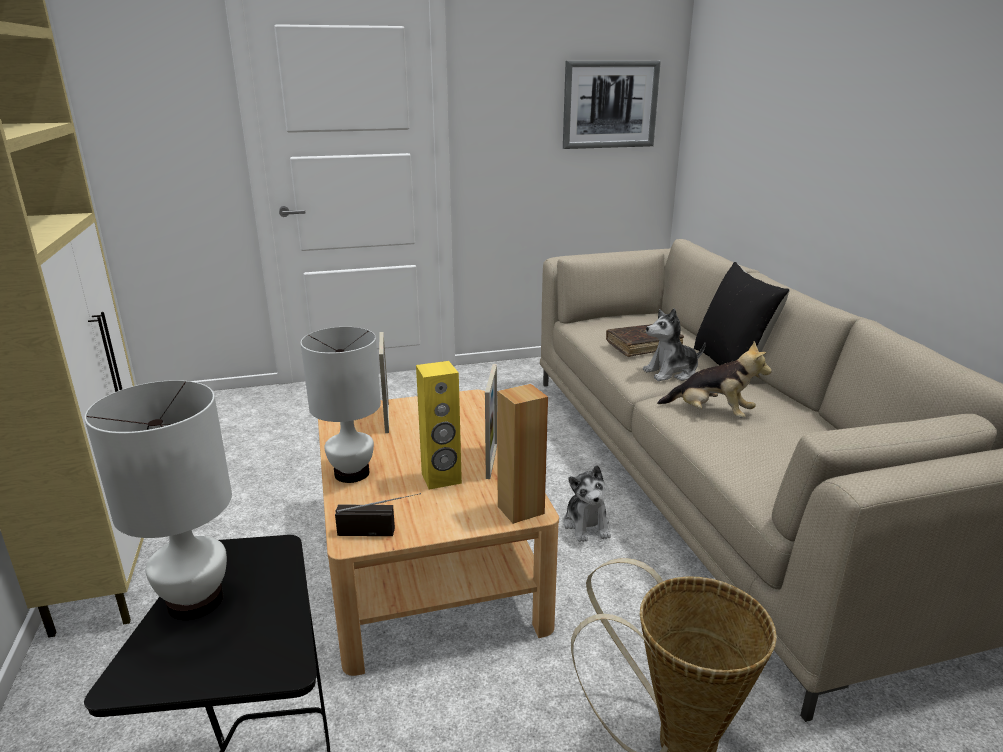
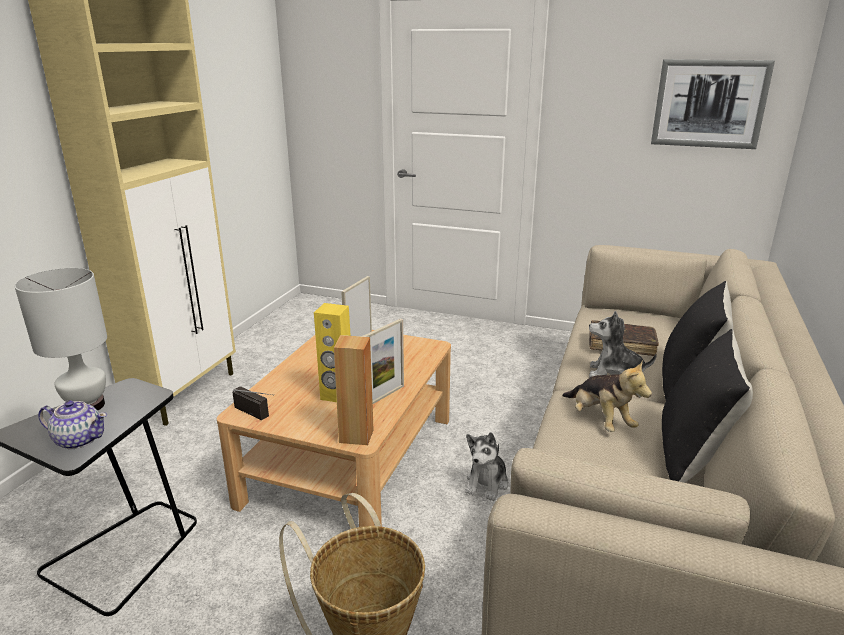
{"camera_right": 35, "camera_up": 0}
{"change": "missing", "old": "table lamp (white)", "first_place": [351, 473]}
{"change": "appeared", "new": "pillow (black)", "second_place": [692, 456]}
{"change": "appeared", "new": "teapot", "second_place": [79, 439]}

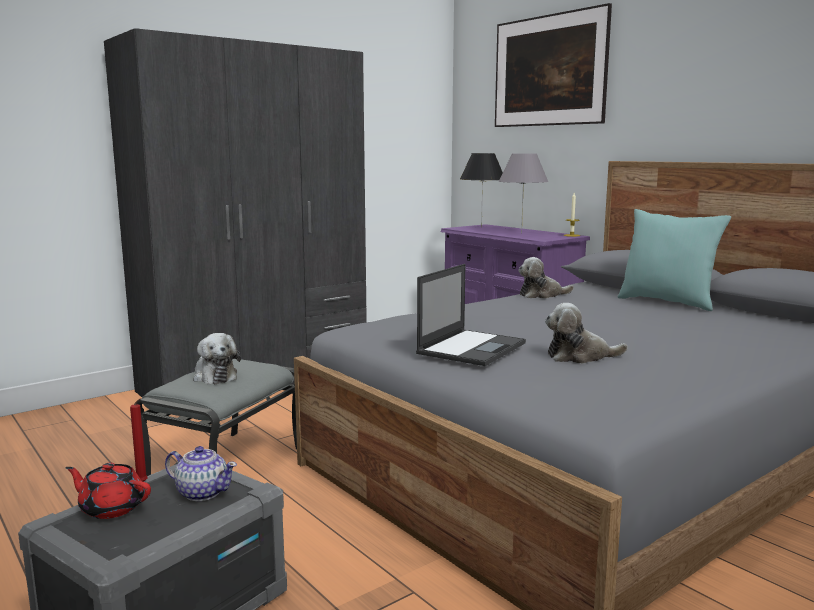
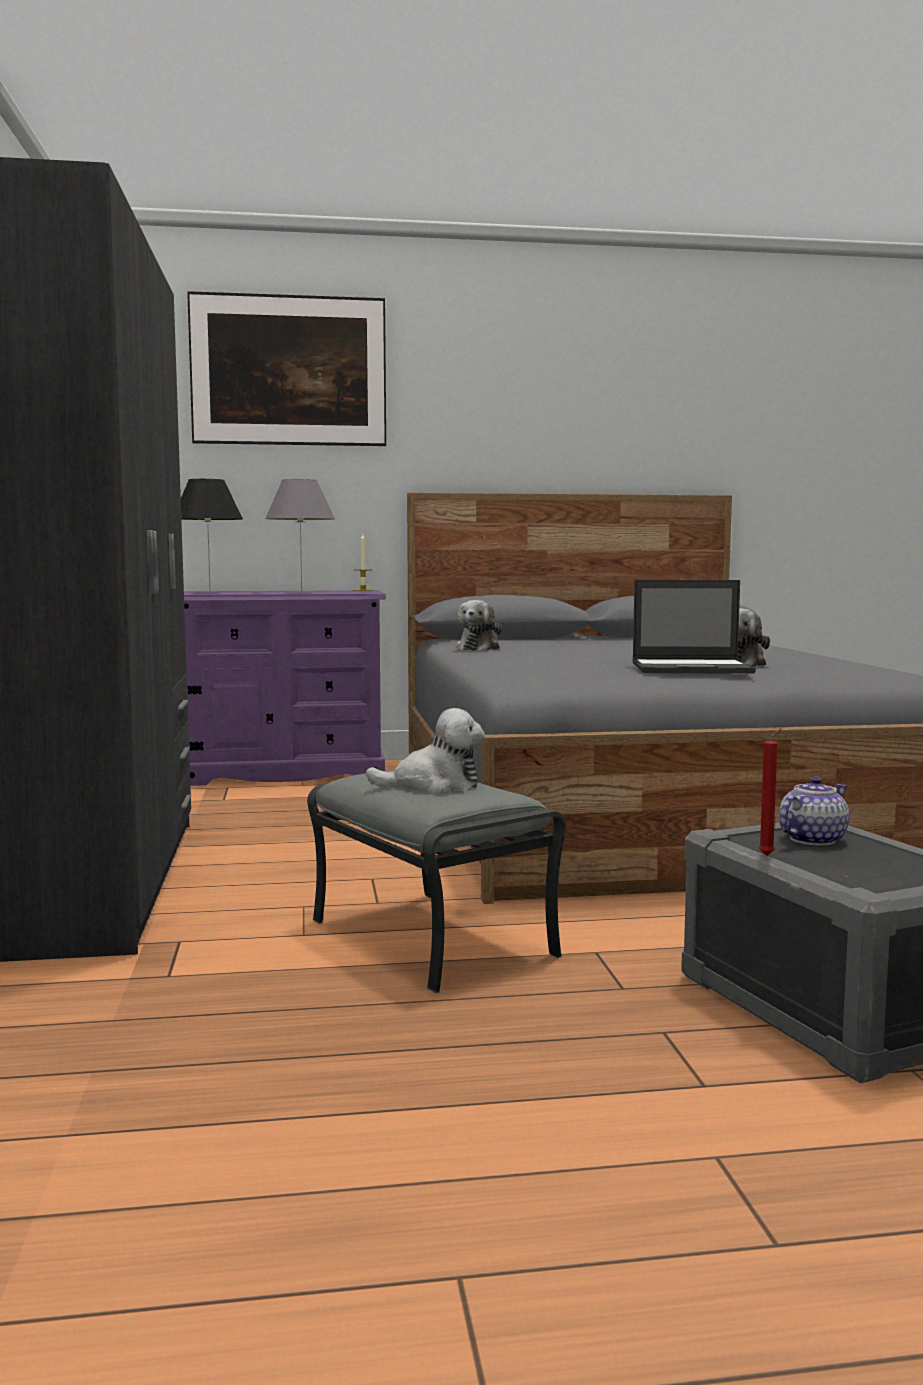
{"camera_right": -60, "camera_up": -5}
{"change": "missing", "old": "pillow (turquoise)", "first_place": [667, 302]}
{"change": "spun", "old": "laptop", "first_place": [472, 348], "second_place": [693, 668], "degrees": 120}
{"change": "missing", "old": "teapot (red)", "first_place": [111, 508]}

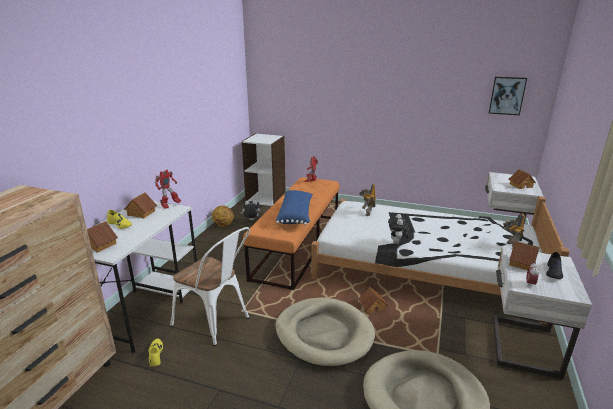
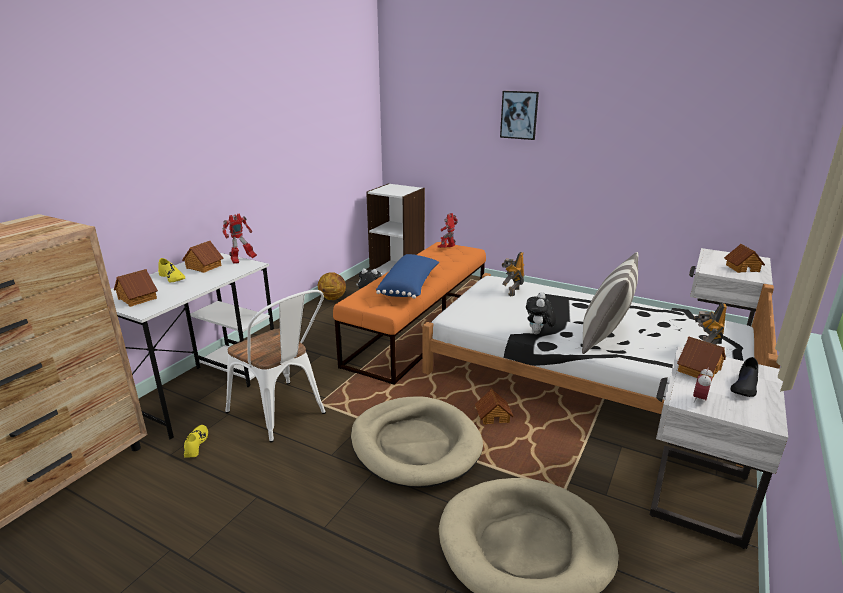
{"camera_right": 10, "camera_up": 0}
{"change": "relocated", "old": "picture", "first_place": [507, 95], "second_place": [519, 115]}
{"change": "appeared", "new": "pillow", "second_place": [604, 337]}

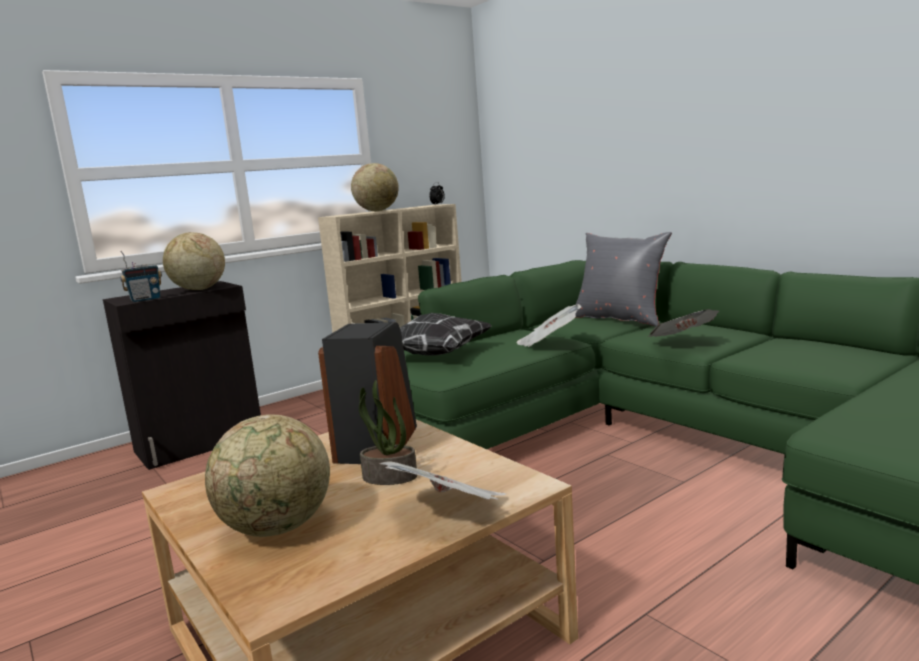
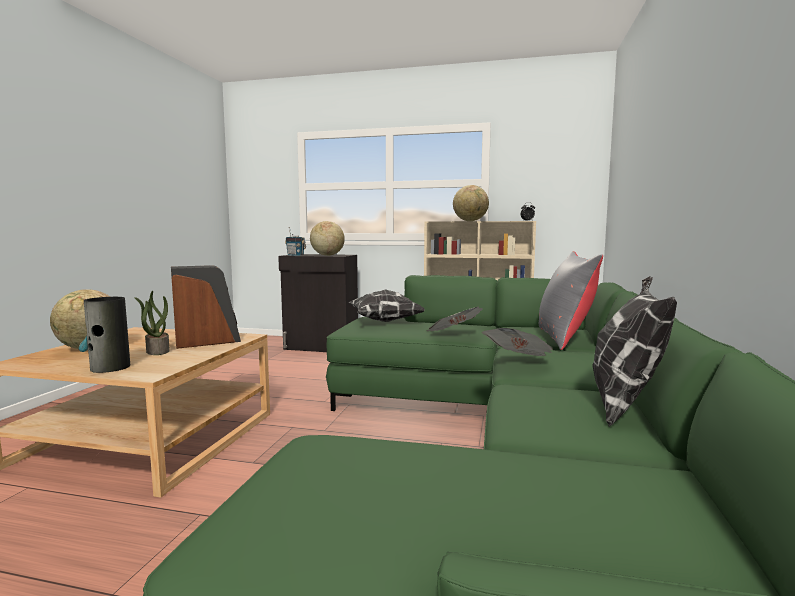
{"camera_right": 50, "camera_up": -5}
{"change": "exchanged", "old": "newspaper", "new": "vase", "first_place": [449, 511], "second_place": [110, 367]}
{"change": "appeared", "new": "pillow", "second_place": [625, 405]}

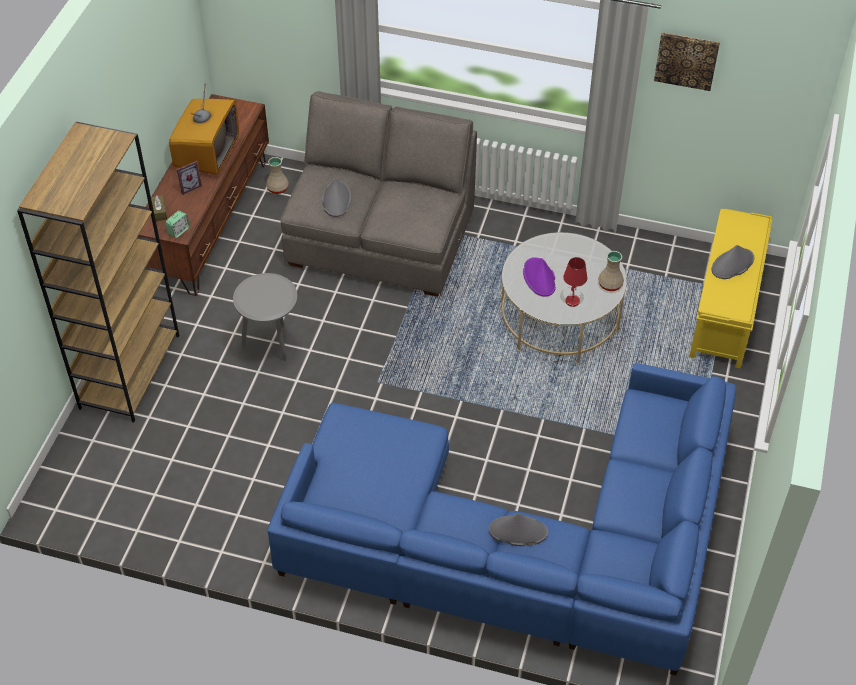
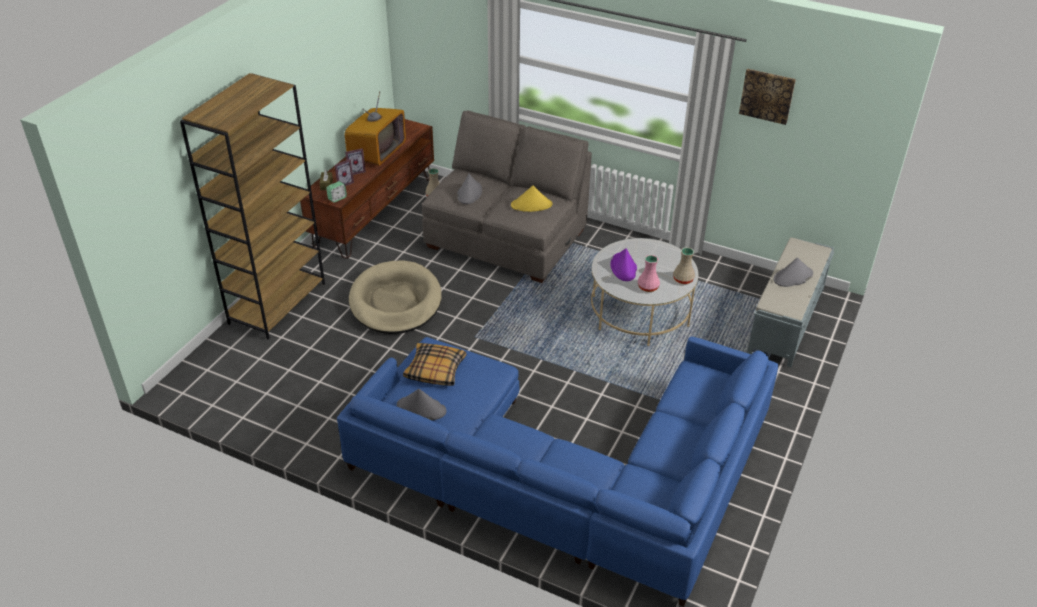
{"camera_right": 10, "camera_up": -10}
{"change": "colour", "old": "bench (yellow)", "new": "bench (grey)", "first_place": [725, 309], "second_place": [786, 322]}
{"change": "exchanged", "old": "table lamp (red)", "new": "vase (pink)", "first_place": [572, 301], "second_place": [647, 287]}
{"change": "exchanged", "old": "side table (grey)", "new": "dog bed (beige)", "first_place": [272, 348], "second_place": [395, 302]}
{"change": "relocated", "old": "hat (grey)", "first_place": [518, 531], "second_place": [421, 409]}
{"change": "appeared", "new": "picture frame", "second_place": [343, 183]}
{"change": "appeared", "new": "hat (yellow)", "second_place": [531, 205]}
{"change": "appeared", "new": "pillow", "second_place": [435, 370]}

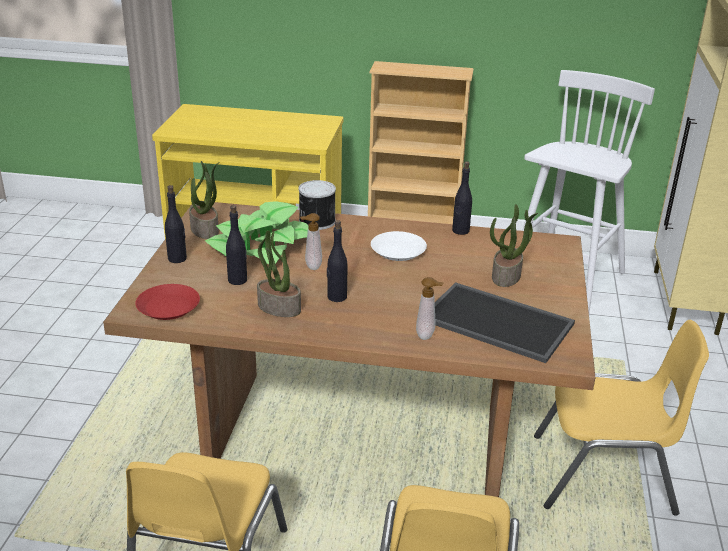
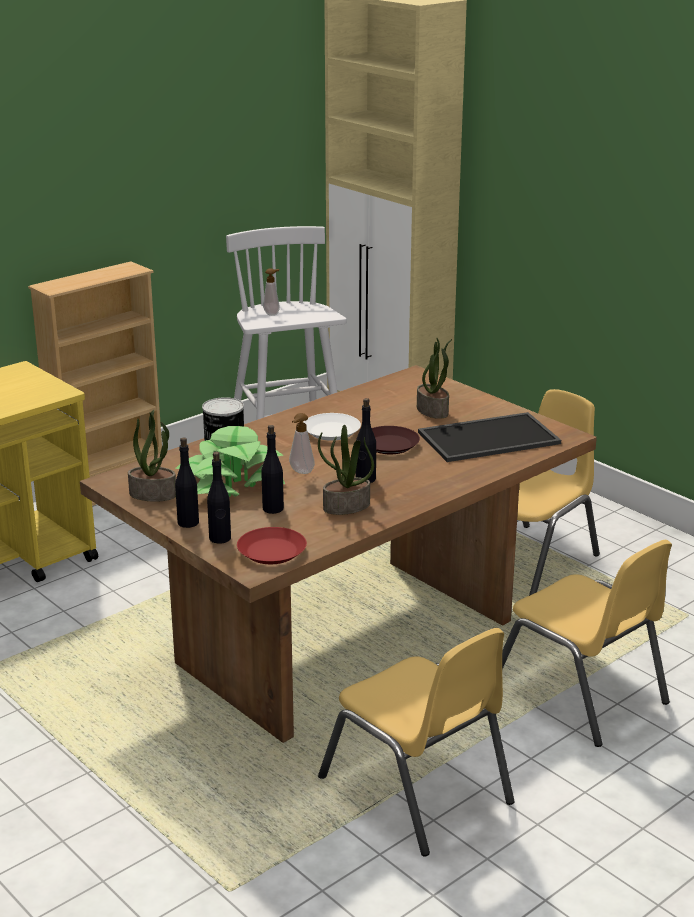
{"camera_right": -50, "camera_up": -5}
{"change": "relocated", "old": "bottle (black)", "first_place": [460, 231], "second_place": [220, 538]}
{"change": "relocated", "old": "soap dispenser", "first_place": [427, 335], "second_place": [272, 314]}
{"change": "appeared", "new": "plate (brown)", "second_place": [390, 445]}

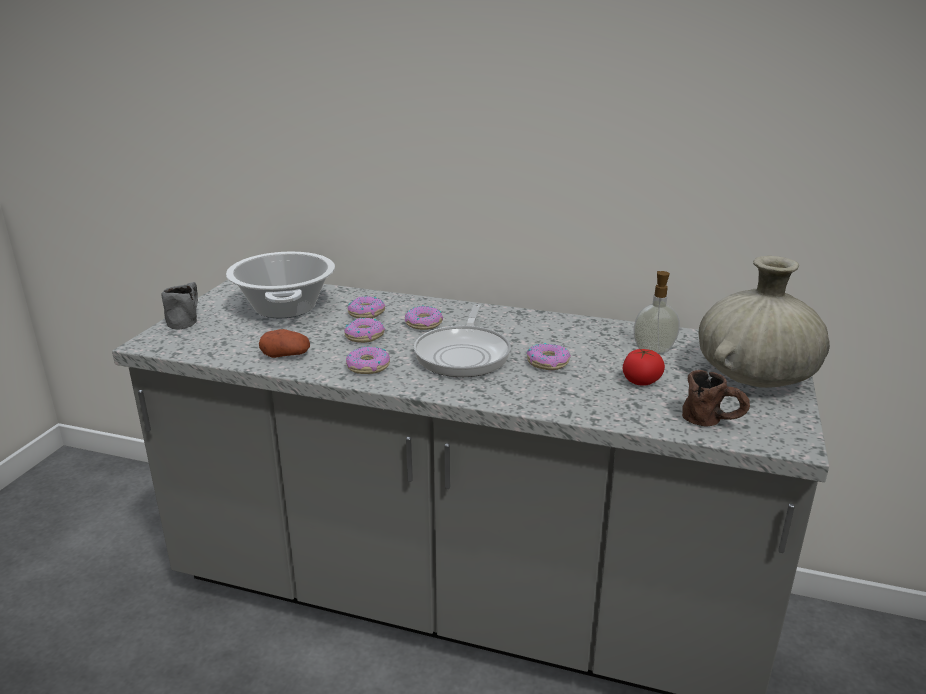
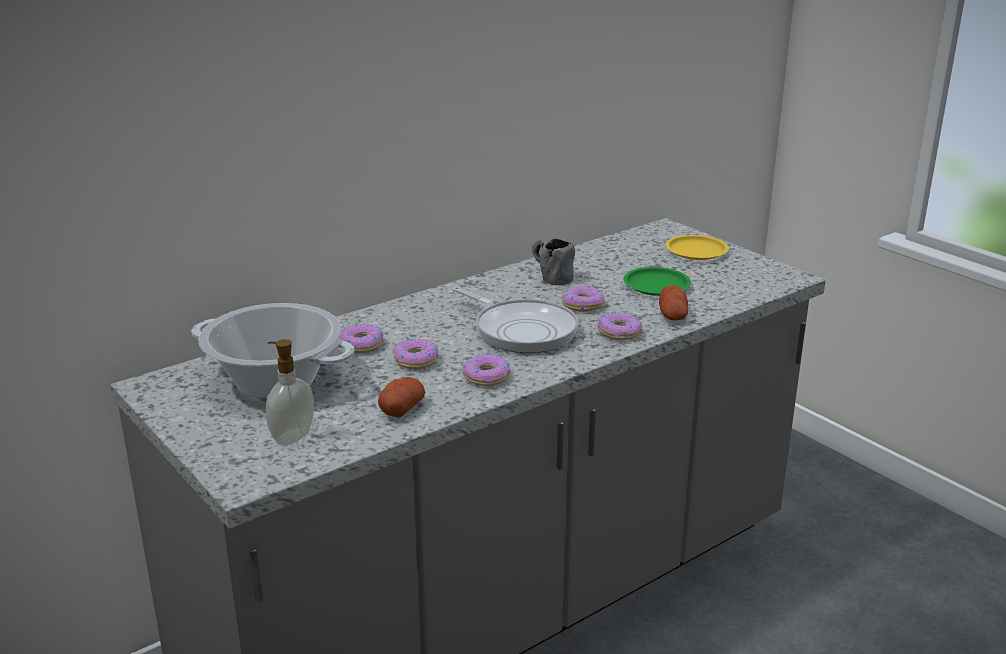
{"camera_right": -55, "camera_up": 0}
{"change": "exchanged", "old": "vase (beige)", "new": "plate (yellow)", "first_place": [754, 377], "second_place": [696, 251]}
{"change": "relocated", "old": "soap dispenser", "first_place": [653, 350], "second_place": [291, 437]}
{"change": "relocated", "old": "mug (grey)", "first_place": [187, 320], "second_place": [550, 276]}
{"change": "relocated", "old": "donut", "first_place": [424, 323], "second_place": [619, 332]}
{"change": "exchanged", "old": "tomato", "new": "plate (green)", "first_place": [641, 381], "second_place": [657, 286]}
{"change": "missing", "old": "mug (brown)", "first_place": [713, 421]}
{"change": "appeared", "new": "potato", "second_place": [672, 315]}

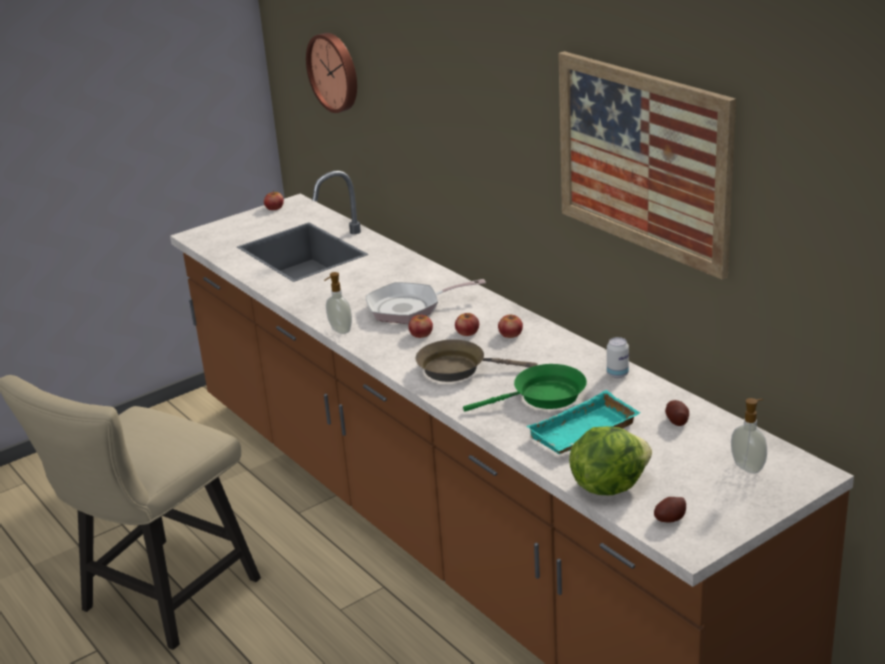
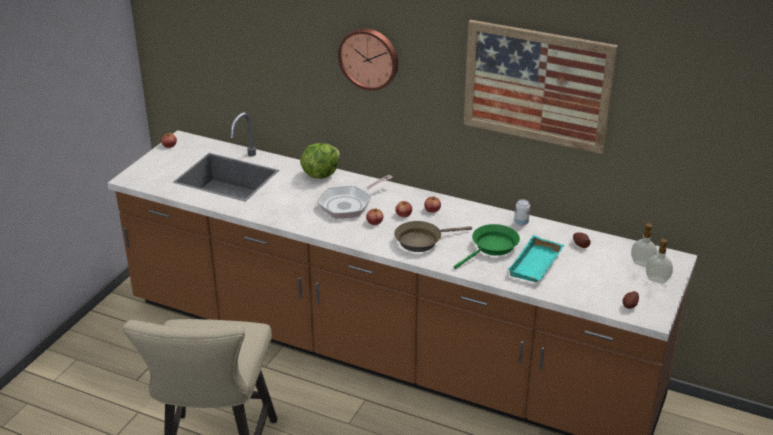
{"camera_right": -30, "camera_up": 5}
{"change": "relocated", "old": "wall clock", "first_place": [335, 72], "second_place": [369, 58]}
{"change": "relocated", "old": "soap dispenser", "first_place": [340, 330], "second_place": [656, 280]}
{"change": "relocated", "old": "lettuce", "first_place": [608, 485], "second_place": [320, 174]}

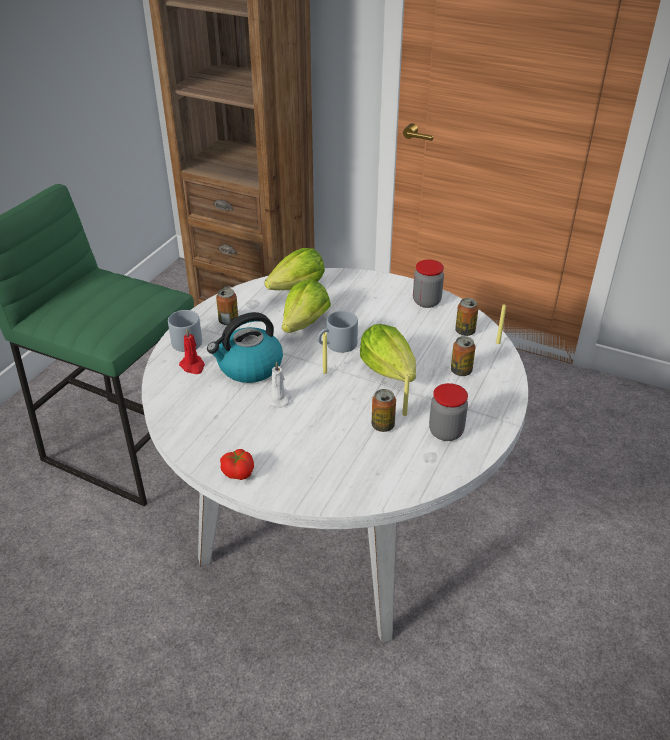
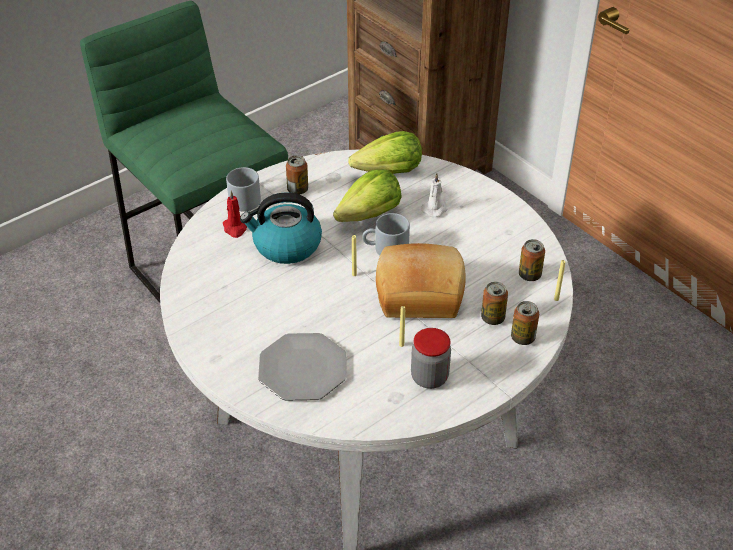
{"camera_right": 25, "camera_up": 5}
{"change": "missing", "old": "jar", "first_place": [426, 301]}
{"change": "exchanged", "old": "lettuce", "new": "bread", "first_place": [389, 370], "second_place": [419, 292]}
{"change": "relocated", "old": "candle (white)", "first_place": [279, 398], "second_place": [435, 209]}
{"change": "relocated", "old": "can", "first_place": [382, 425], "second_place": [522, 337]}
{"change": "missing", "old": "tomato", "first_place": [239, 471]}
{"change": "appeared", "new": "plate", "second_place": [302, 368]}

